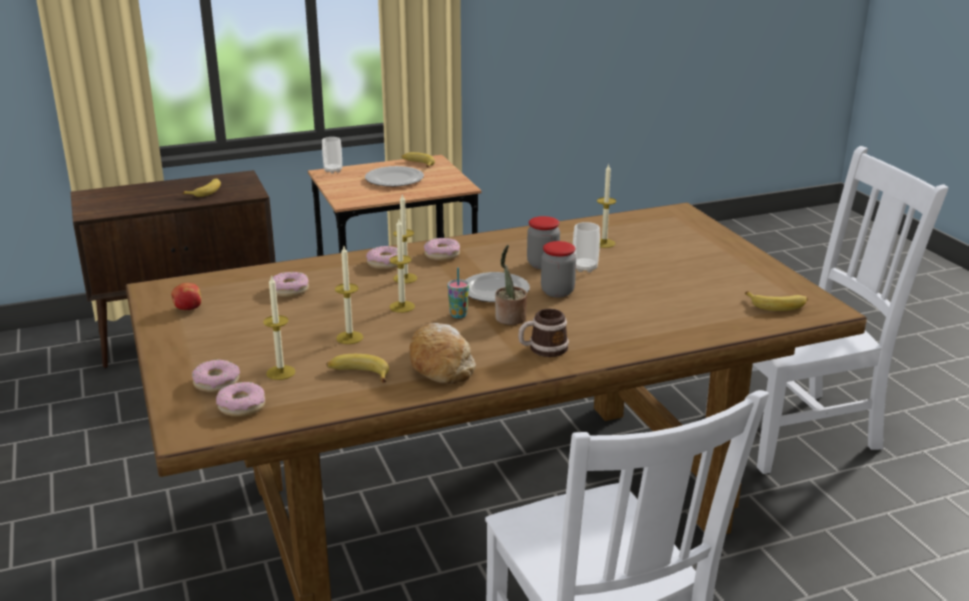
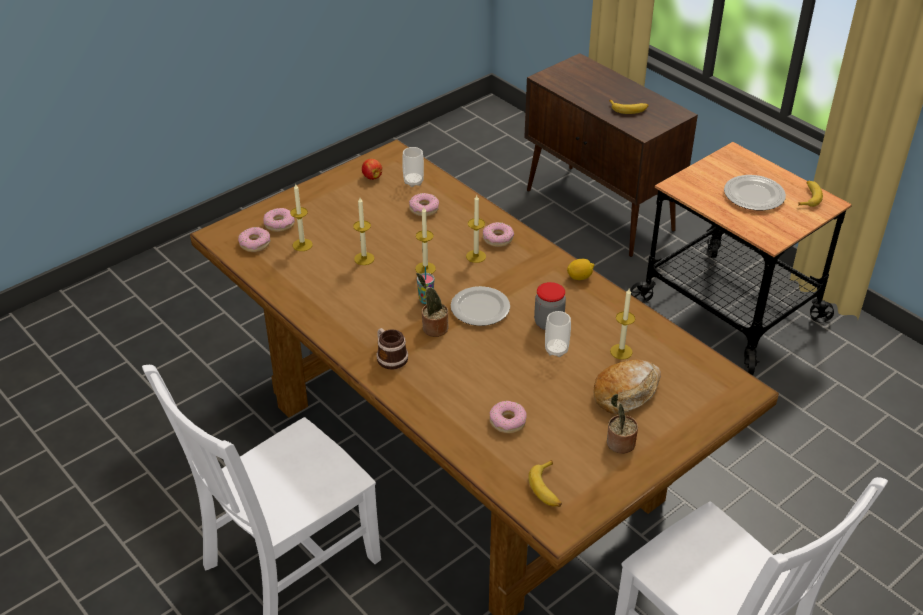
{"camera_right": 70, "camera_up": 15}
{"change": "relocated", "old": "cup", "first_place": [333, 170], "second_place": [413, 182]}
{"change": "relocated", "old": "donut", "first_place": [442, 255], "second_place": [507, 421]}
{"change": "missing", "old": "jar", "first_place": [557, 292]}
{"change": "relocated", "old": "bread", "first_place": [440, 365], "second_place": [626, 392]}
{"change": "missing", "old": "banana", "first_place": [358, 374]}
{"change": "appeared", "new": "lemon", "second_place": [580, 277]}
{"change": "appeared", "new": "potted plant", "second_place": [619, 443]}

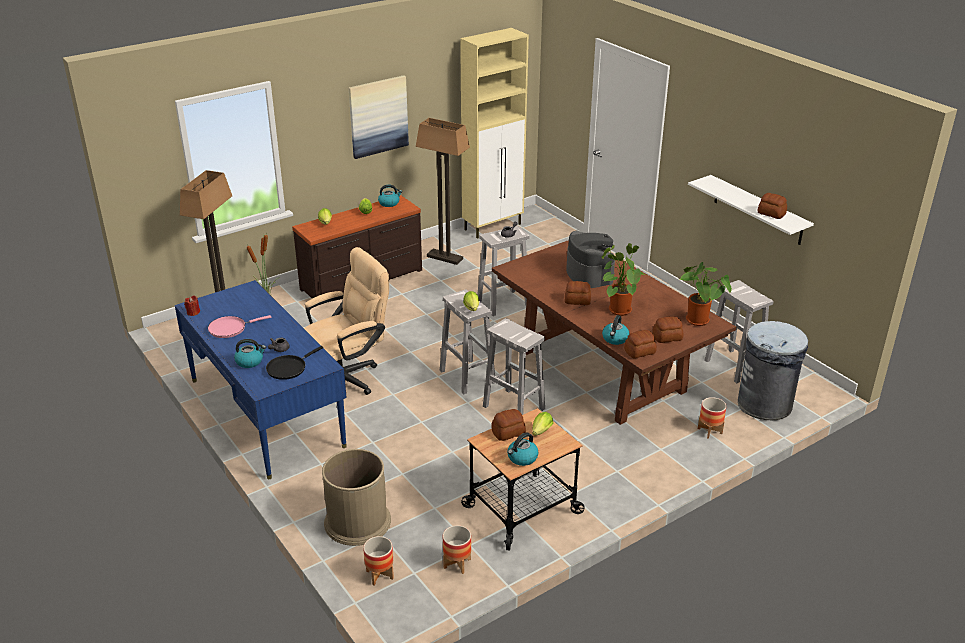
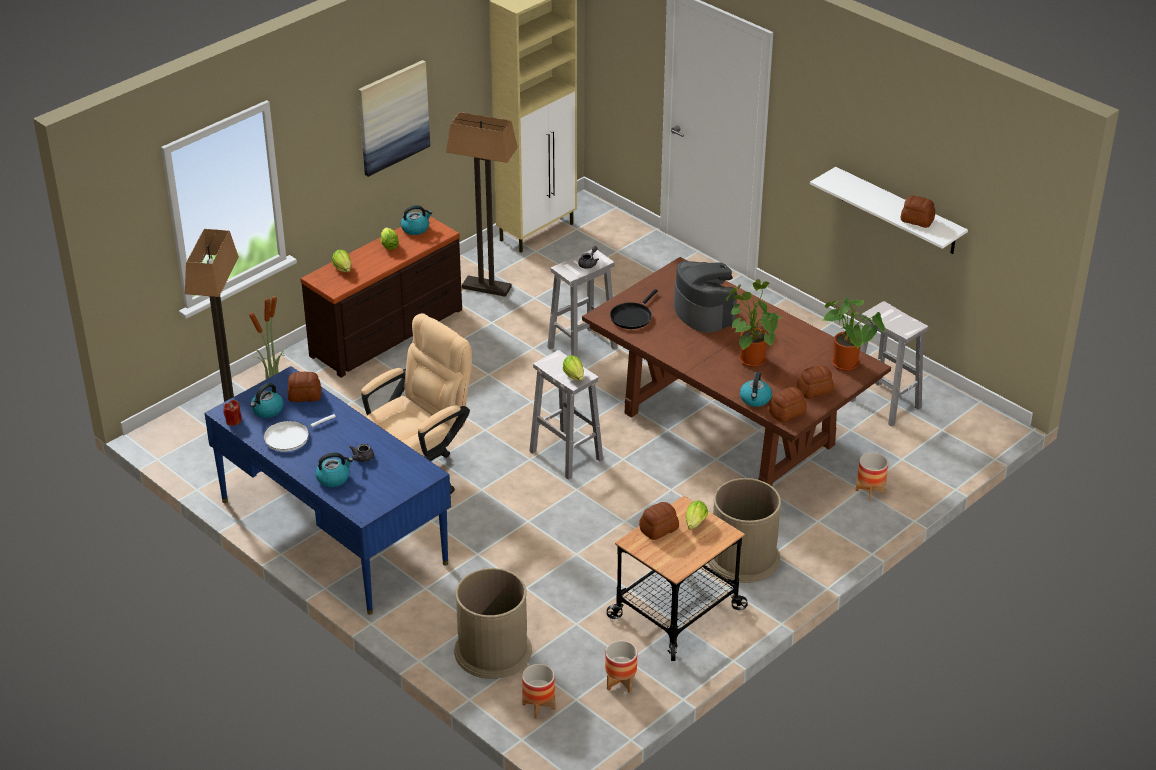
{"camera_right": -10, "camera_up": 5}
{"change": "relocated", "old": "bread", "first_place": [577, 300], "second_place": [304, 395]}
{"change": "colour", "old": "frying pan (pink)", "new": "frying pan (white)", "first_place": [230, 328], "second_place": [290, 437]}
{"change": "missing", "old": "stool (white)", "first_place": [513, 407]}
{"change": "missing", "old": "trash can (grey)", "first_place": [765, 404]}
{"change": "relocated", "old": "frying pan (black)", "first_place": [288, 368], "second_place": [632, 316]}
{"change": "relocated", "old": "kettle", "first_place": [522, 458], "second_place": [267, 410]}
{"change": "appeared", "new": "trash can (brown)", "second_place": [743, 557]}

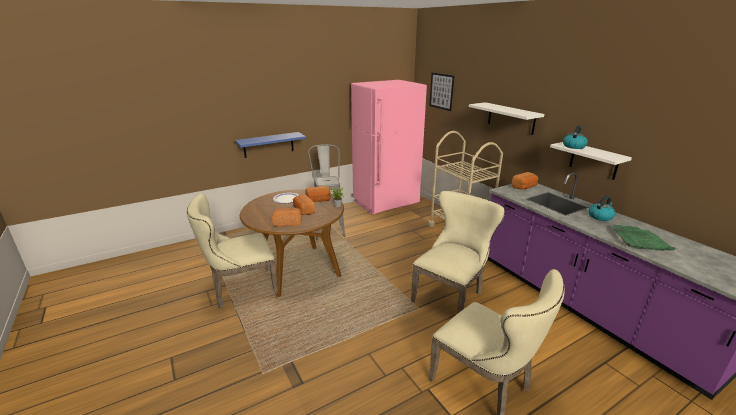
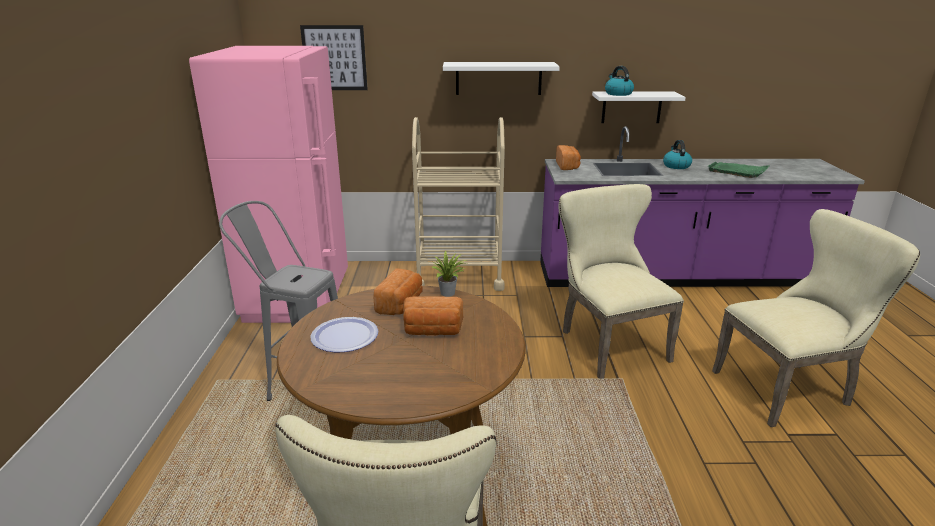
{"camera_right": -60, "camera_up": 0}
{"change": "missing", "old": "shelf (blue)", "first_place": [268, 144]}
{"change": "missing", "old": "bread", "first_place": [288, 222]}

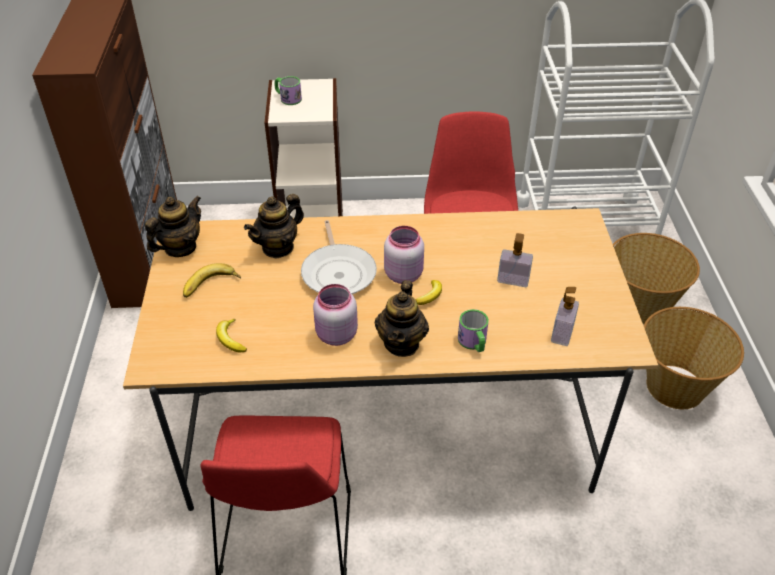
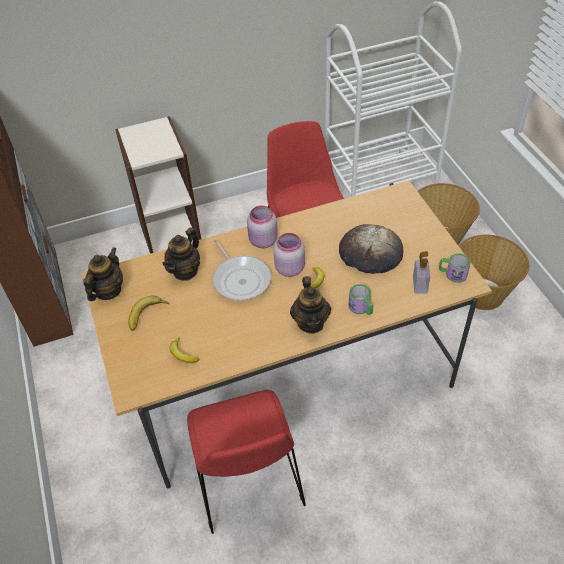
{"camera_right": -15, "camera_up": 5}
{"change": "relocated", "old": "mug", "first_place": [288, 98], "second_place": [452, 274]}
{"change": "exchanged", "old": "soap dispenser", "new": "bread", "first_place": [513, 280], "second_place": [370, 252]}
{"change": "relocated", "old": "jar (pink)", "first_place": [335, 335], "second_place": [262, 241]}

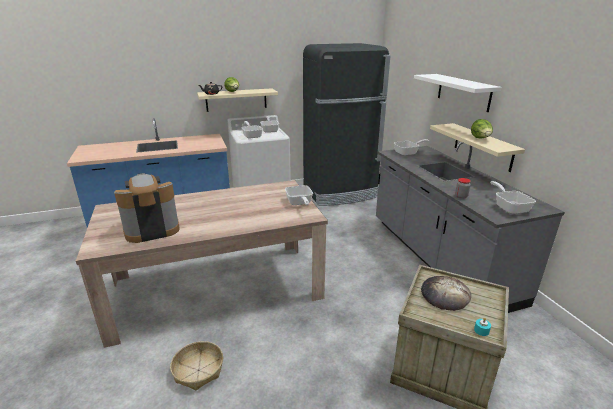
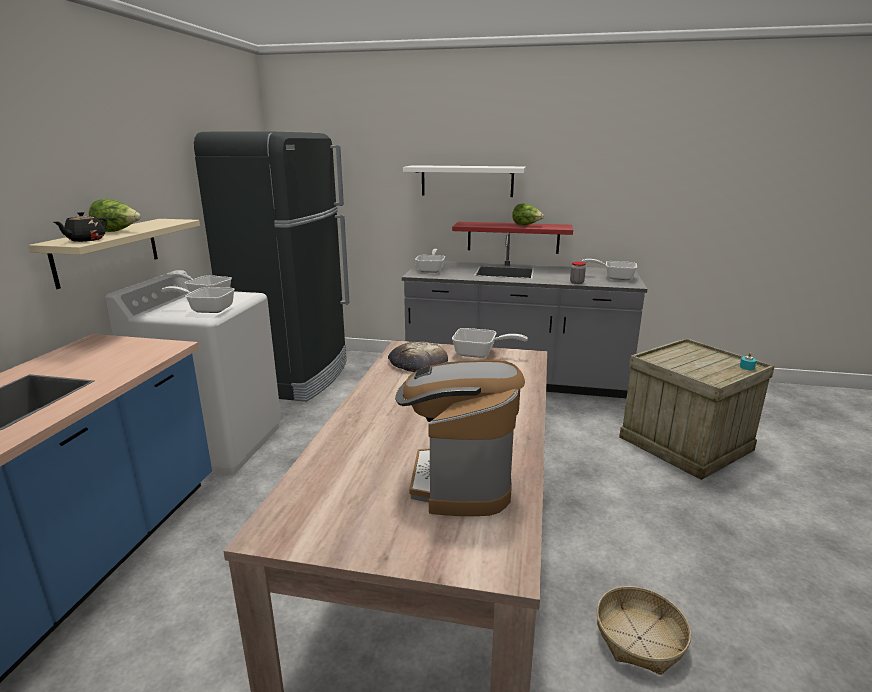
{"camera_right": -60, "camera_up": -5}
{"change": "colour", "old": "shelf (beige)", "new": "shelf (red)", "first_place": [483, 146], "second_place": [513, 237]}
{"change": "relocated", "old": "bread", "first_place": [445, 295], "second_place": [418, 362]}

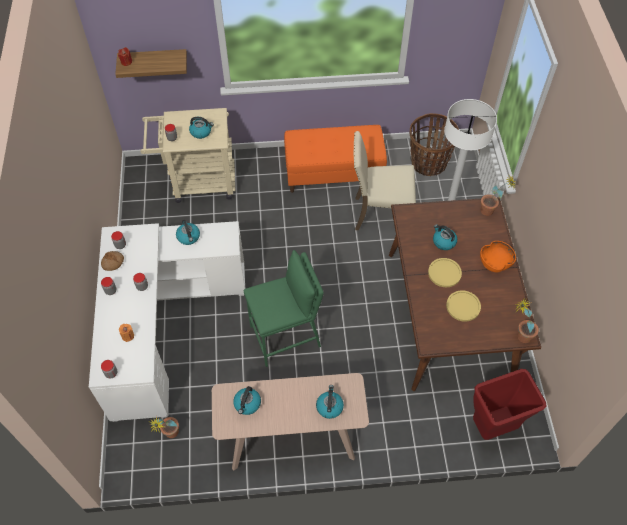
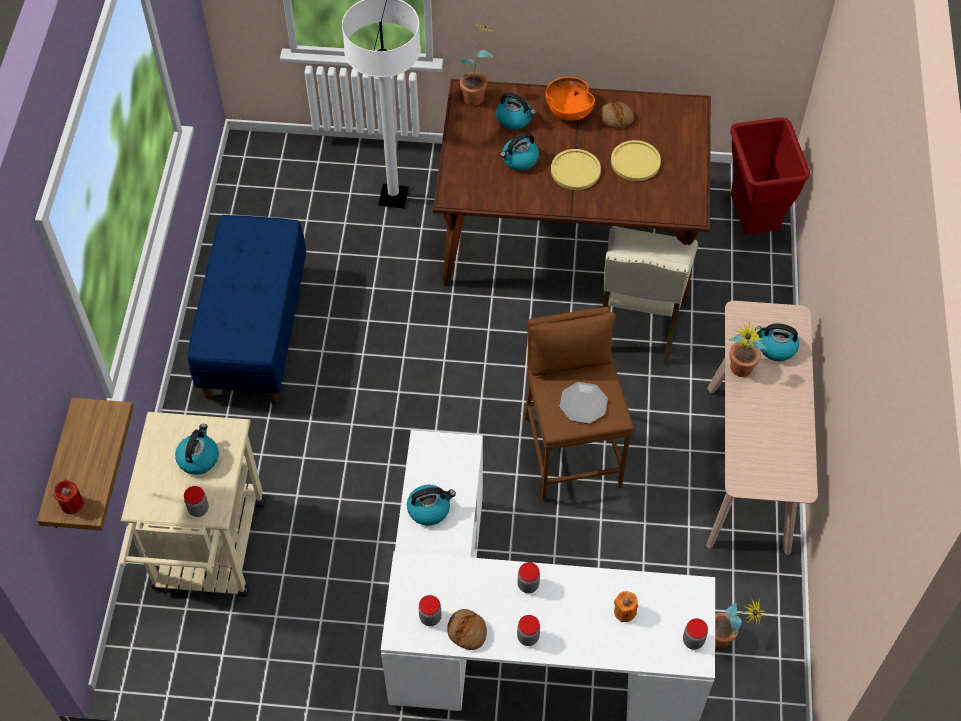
{"camera_right": -80, "camera_up": 0}
{"change": "missing", "old": "basket", "first_place": [428, 163]}
{"change": "colour", "old": "bench (orange)", "new": "bench (blue)", "first_place": [334, 173], "second_place": [254, 332]}
{"change": "relocated", "old": "chair (beige)", "first_place": [380, 214], "second_place": [638, 323]}
{"change": "colour", "old": "stool (green)", "new": "stool (brown)", "first_place": [286, 337], "second_place": [571, 451]}
{"change": "relocated", "old": "potted plant", "first_place": [519, 335], "second_place": [739, 373]}
{"change": "relocated", "old": "kettle", "first_place": [247, 404], "second_place": [514, 119]}
{"change": "appeared", "new": "bread", "second_place": [616, 118]}
{"change": "appeared", "new": "plate", "second_place": [583, 403]}

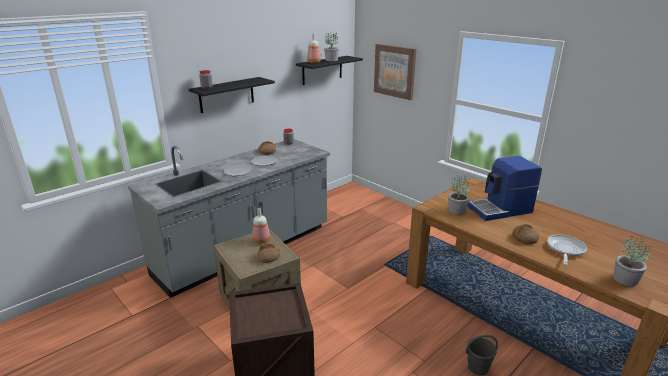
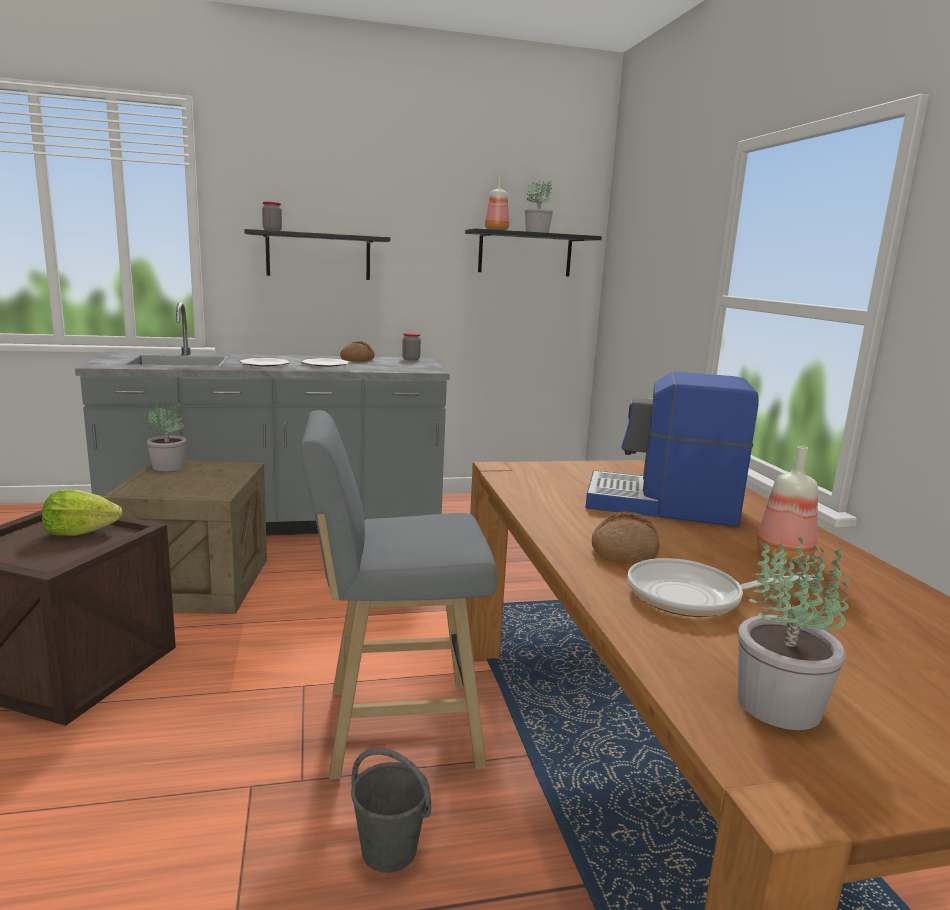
{"camera_right": 30, "camera_up": -10}
{"change": "missing", "old": "picture", "first_place": [395, 71]}
{"change": "relocated", "old": "potted plant", "first_place": [456, 210], "second_place": [169, 466]}
{"change": "relocated", "old": "bottle", "first_place": [261, 240], "second_place": [782, 554]}
{"change": "spun", "old": "frying pan", "first_place": [565, 250], "second_place": [694, 597], "degrees": -150}
{"change": "missing", "old": "bread", "first_place": [269, 256]}
{"change": "appeared", "new": "stool (grey)", "second_place": [394, 727]}
{"change": "appeared", "new": "lettuce", "second_place": [80, 532]}

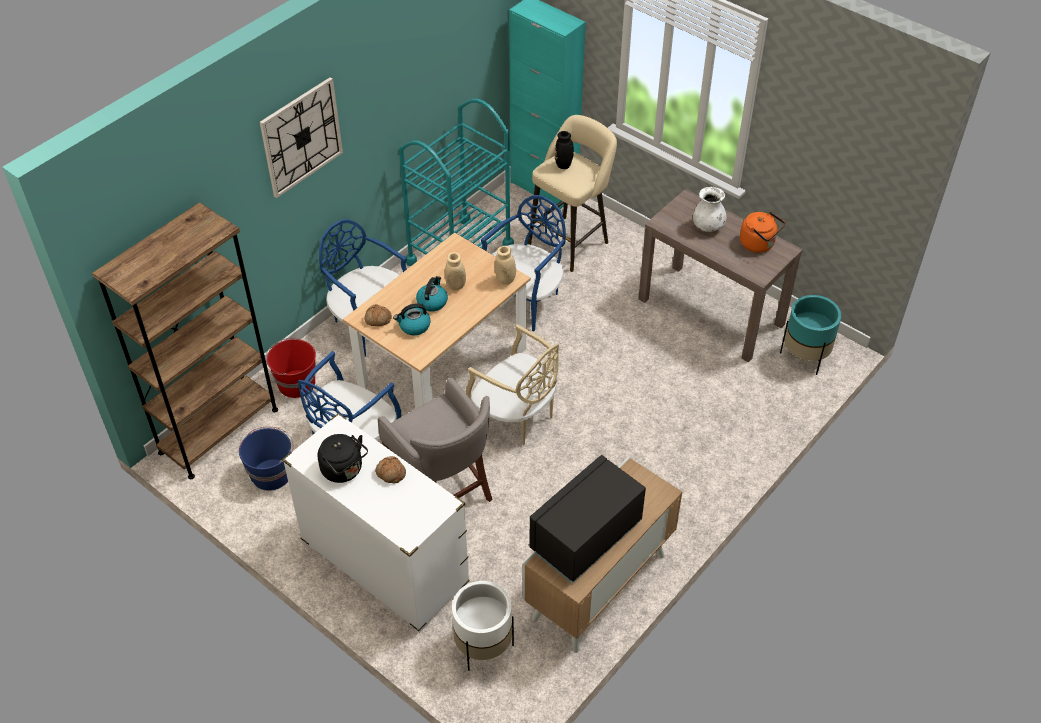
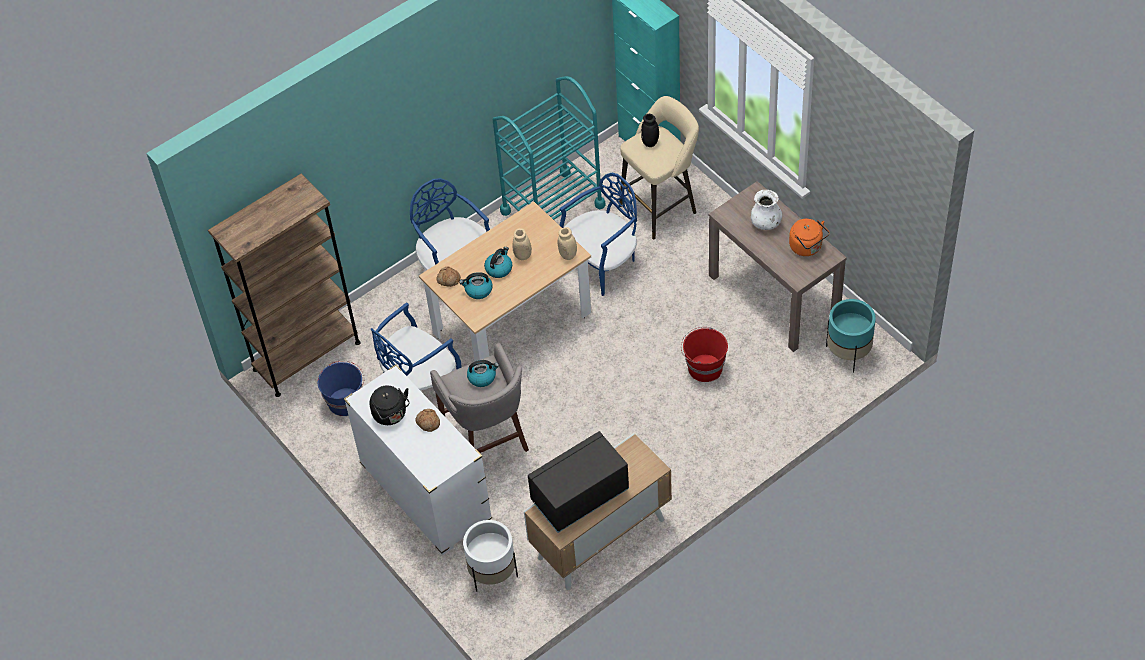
{"camera_right": 15, "camera_up": 5}
{"change": "missing", "old": "wall clock", "first_place": [301, 137]}
{"change": "missing", "old": "chair (beige)", "first_place": [515, 417]}
{"change": "relocated", "old": "bucket (red)", "first_place": [295, 383], "second_place": [704, 368]}
{"change": "appeared", "new": "kettle", "second_place": [482, 377]}

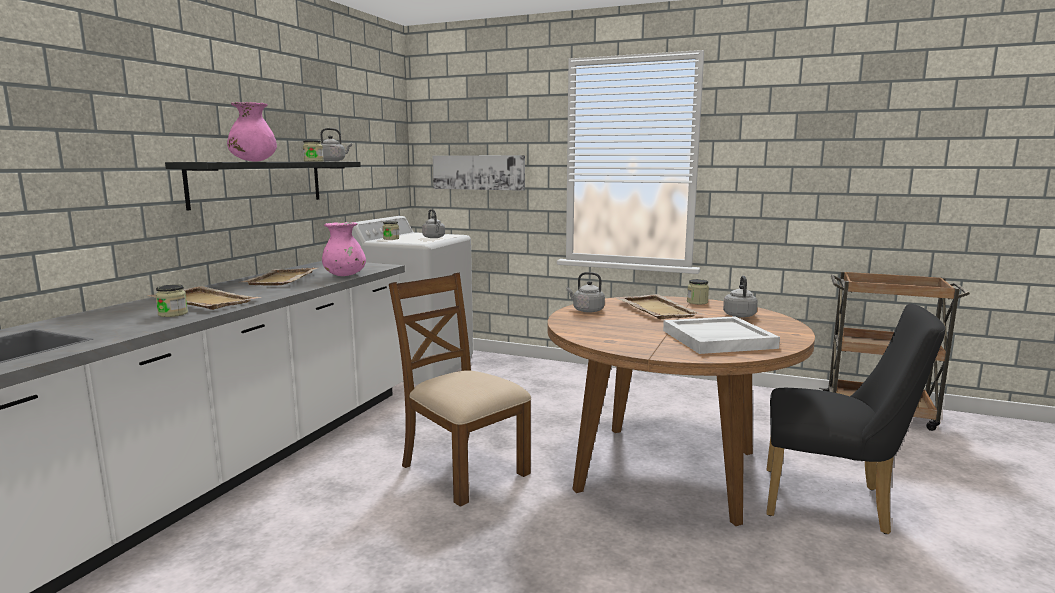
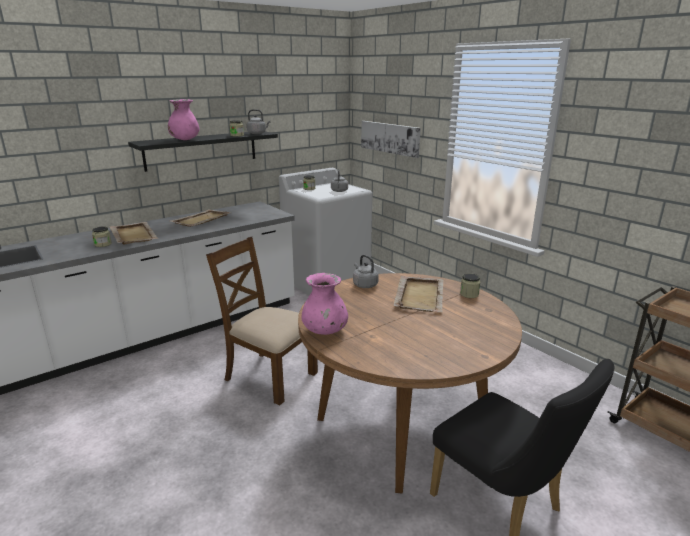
{"camera_right": 30, "camera_up": 10}
{"change": "relocated", "old": "vase (pink)", "first_place": [345, 275], "second_place": [325, 331]}
{"change": "spun", "old": "chair (brown)", "first_place": [462, 469], "second_place": [269, 376], "degrees": -45}
{"change": "missing", "old": "kettle (grey)", "first_place": [739, 315]}
{"change": "missing", "old": "tray (white)", "first_place": [717, 339]}

